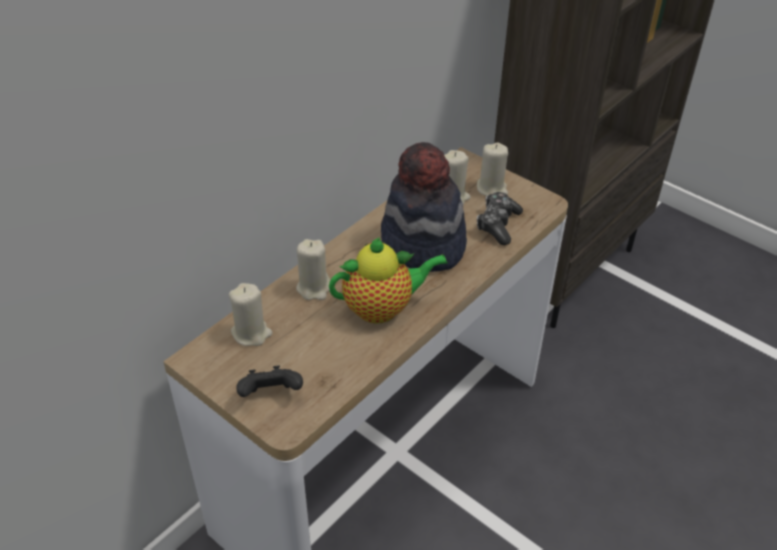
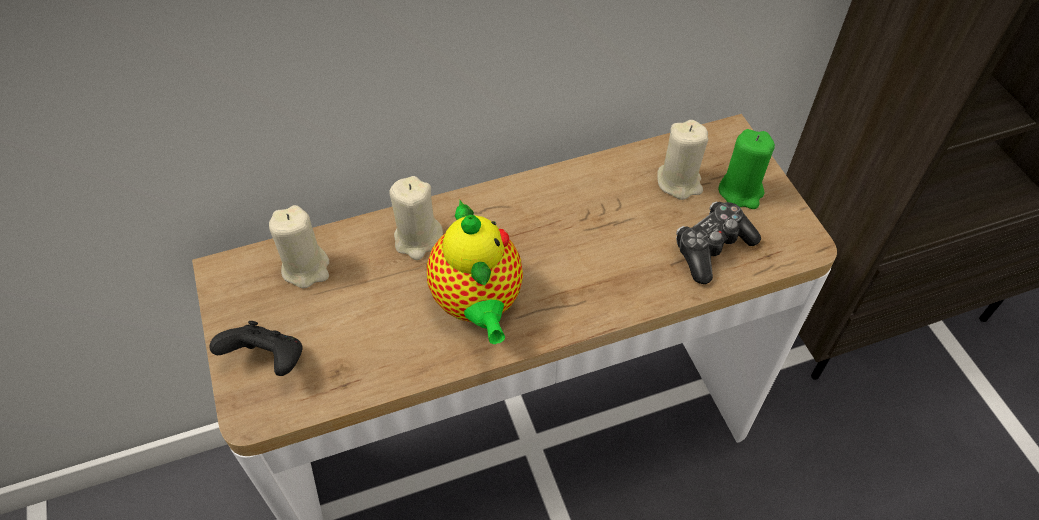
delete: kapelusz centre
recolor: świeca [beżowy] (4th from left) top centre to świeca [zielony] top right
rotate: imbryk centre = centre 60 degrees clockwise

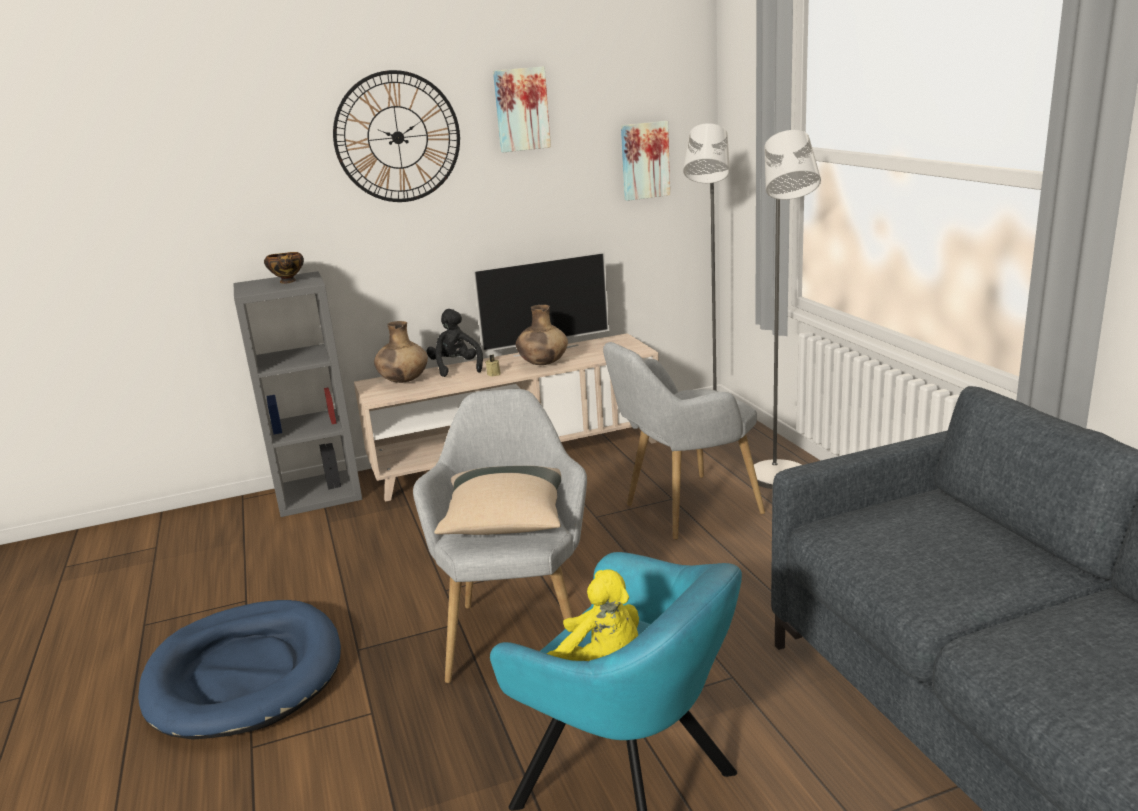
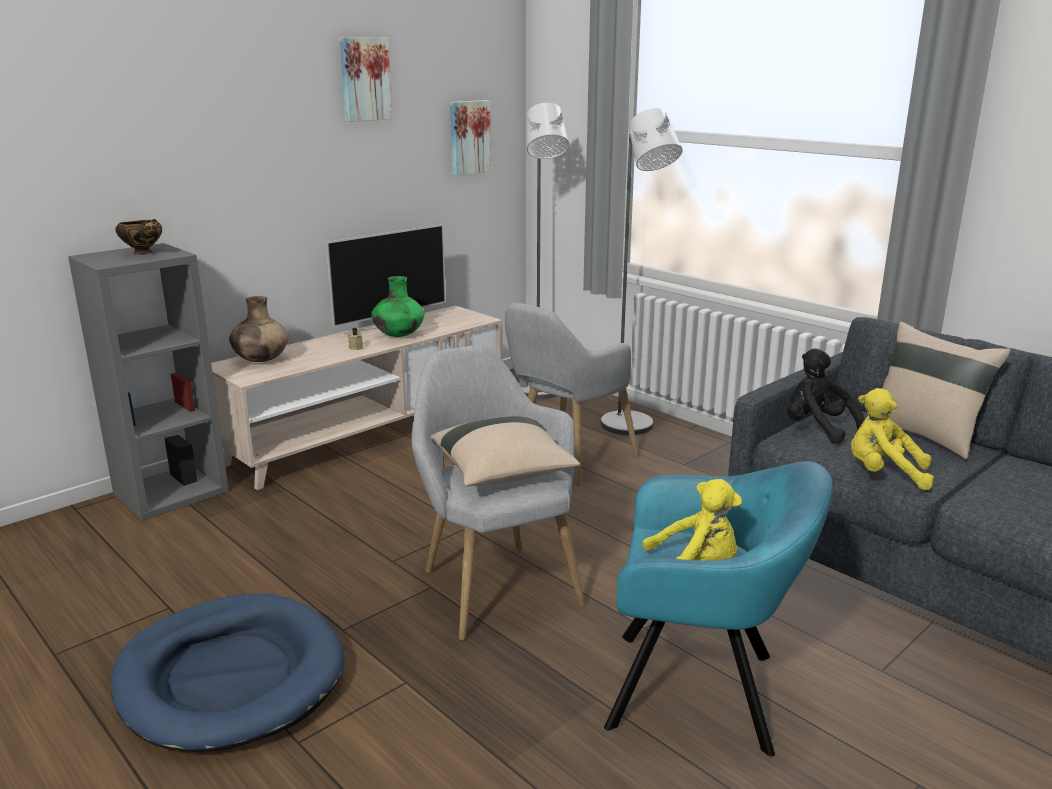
delete: zegar ścienny top centre
insert: pluszak [żółty] (2nd from left) middle right; poduszka [beżowy] (2nd from left) middle right
move: pluszak [czarny] centre to middle right
recolor: wazon [brązowy] (2nd from left) centre to wazon [zielony] centre

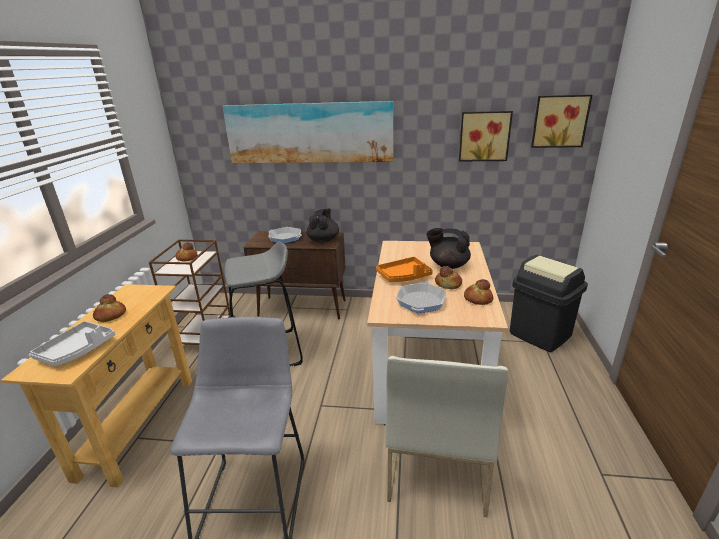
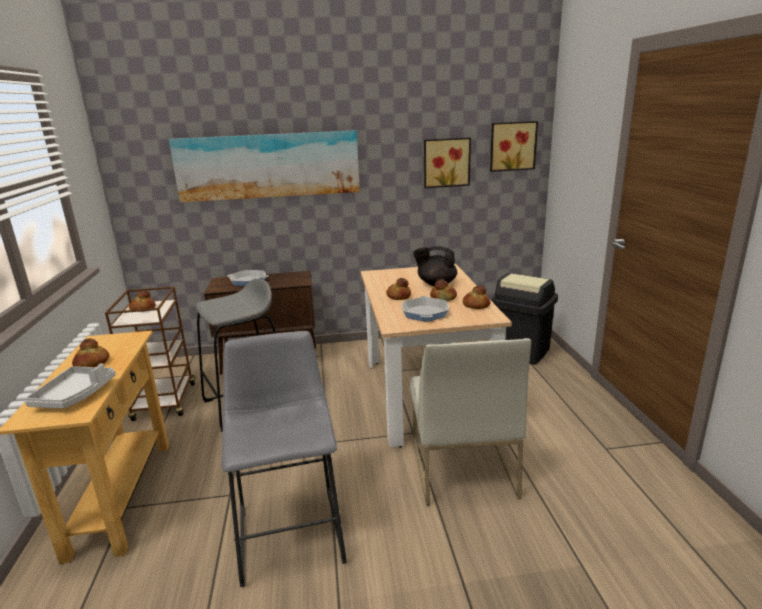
delete: imbryk [czarny] (1st from left) centre
replace: taca [pomarańczowy] centre to chleb (3rd from left) centre

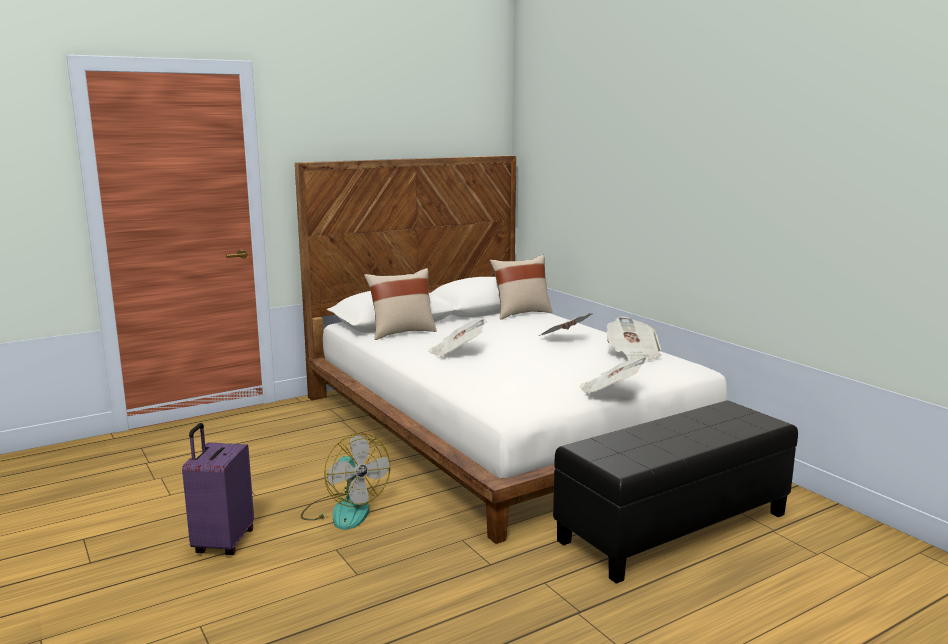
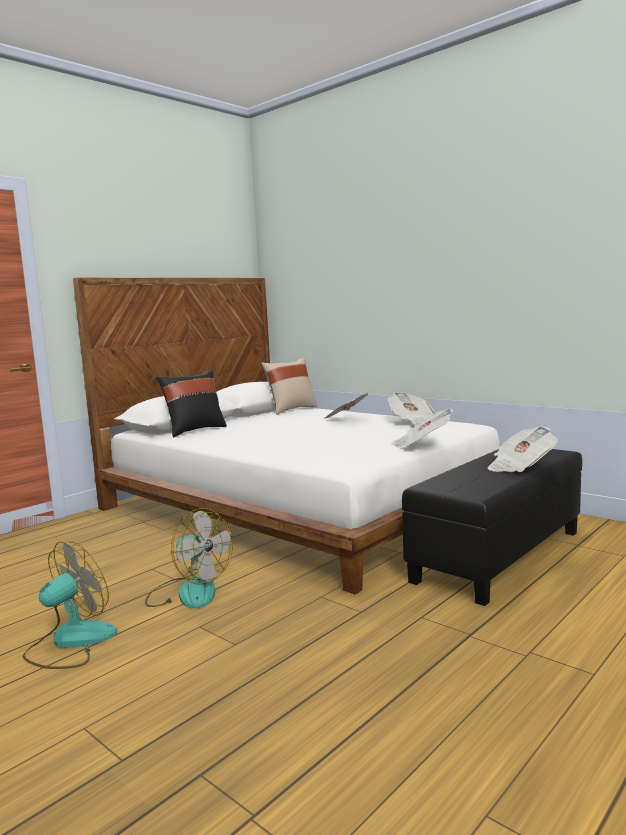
move: gazeta (1st from left in the first image) centre to gazeta (4th from left) middle right
replace: walizka [fioletowy] bottom left to wentylator (1st from left) bottom left
recolor: poduszka [beżowy] (1st from left) centre to poduszka [czarny] middle left

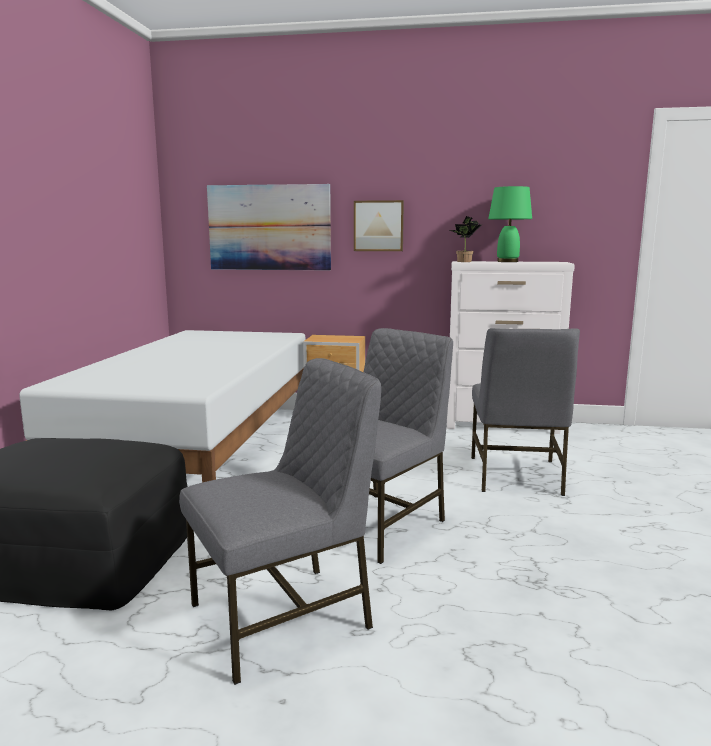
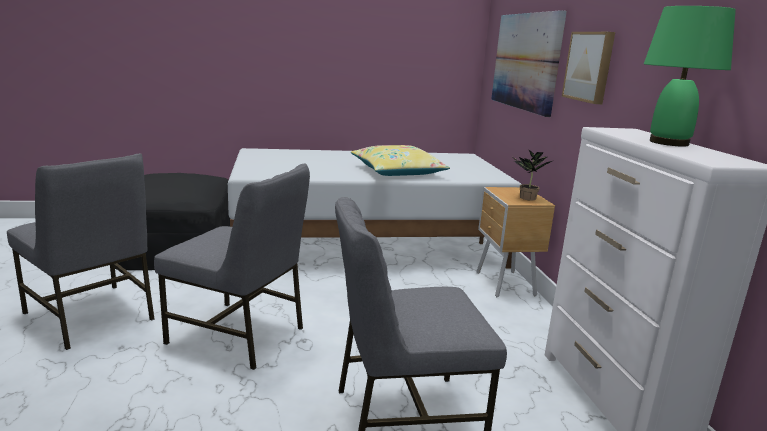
insert: poduszka [żółty] centre
move: roślina doniczkowa top centre to middle right

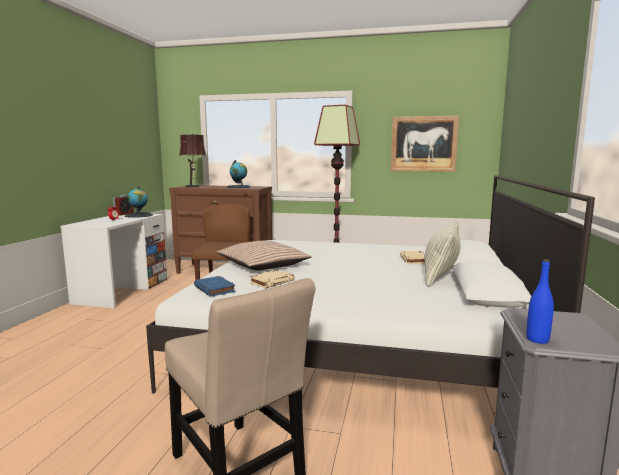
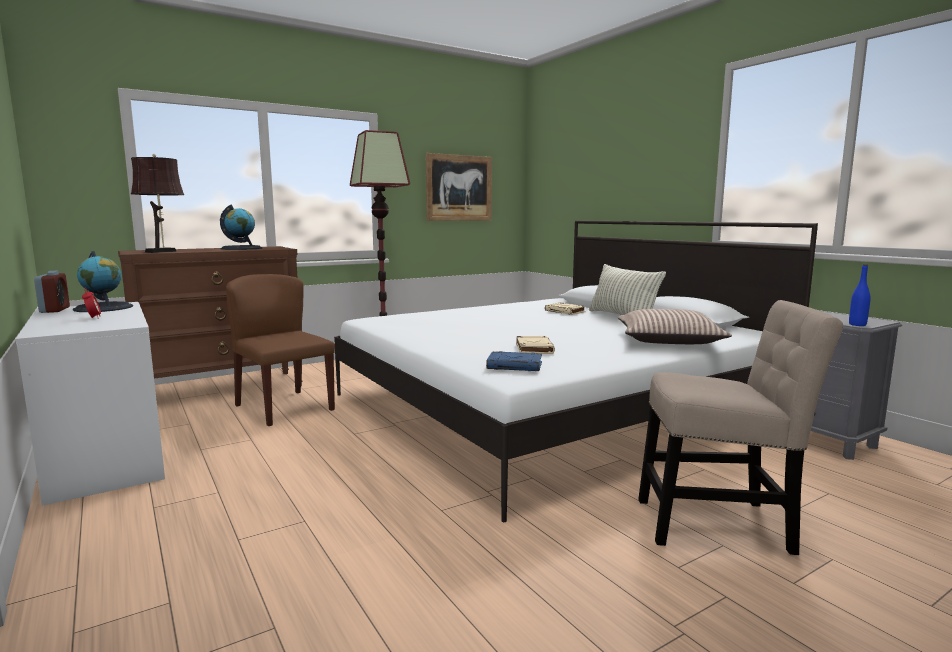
move: poduszka (1st from left in the first image) centre to poduszka (2nd from left) middle right

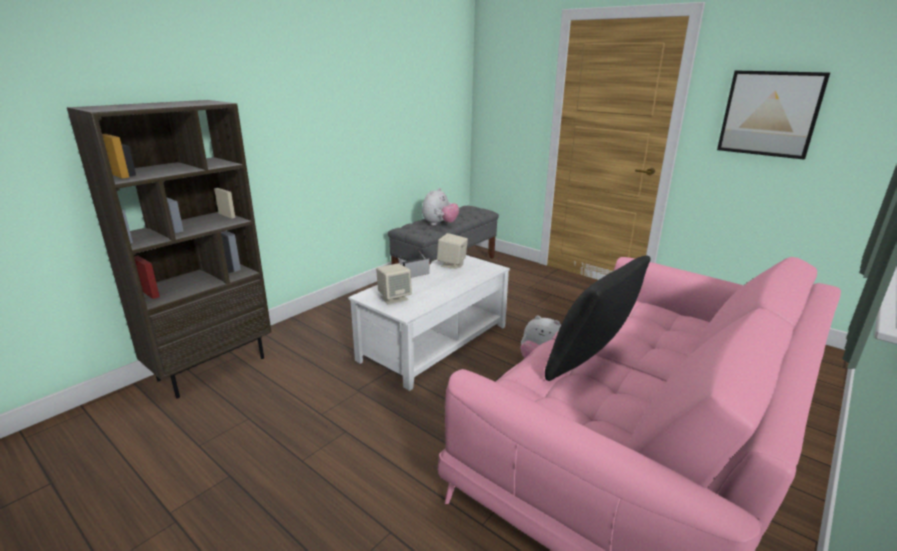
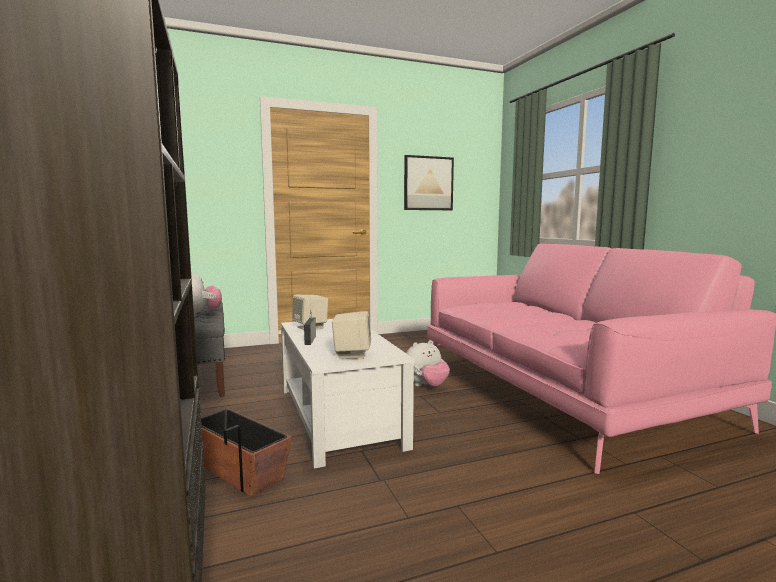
delete: poduszka [czarny] middle right
insert: donica bottom left

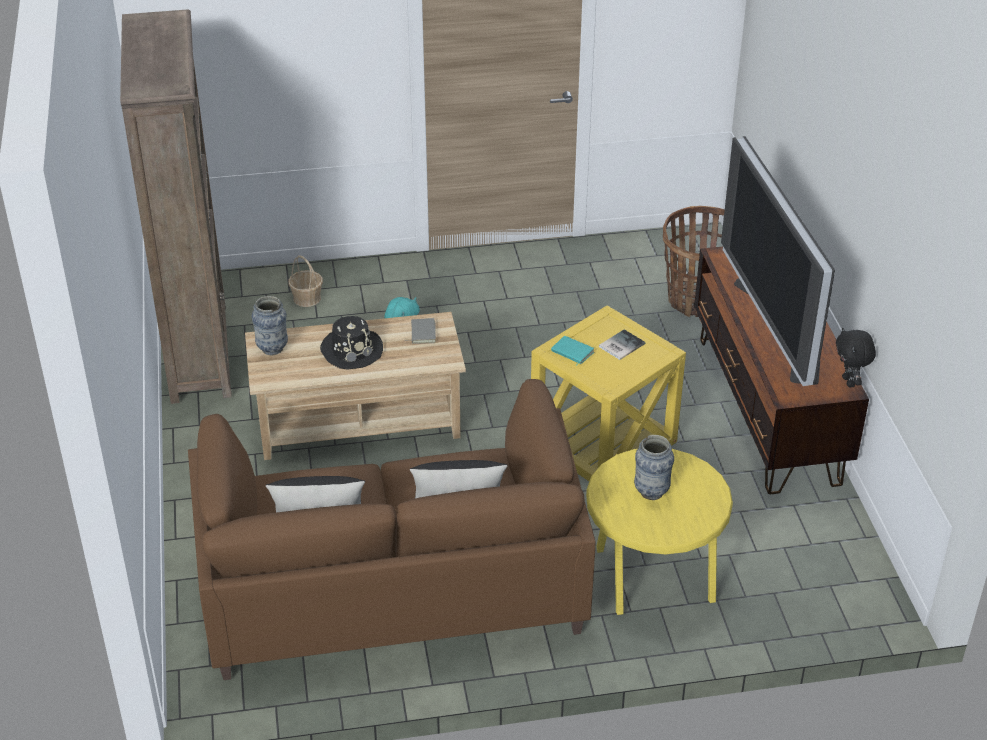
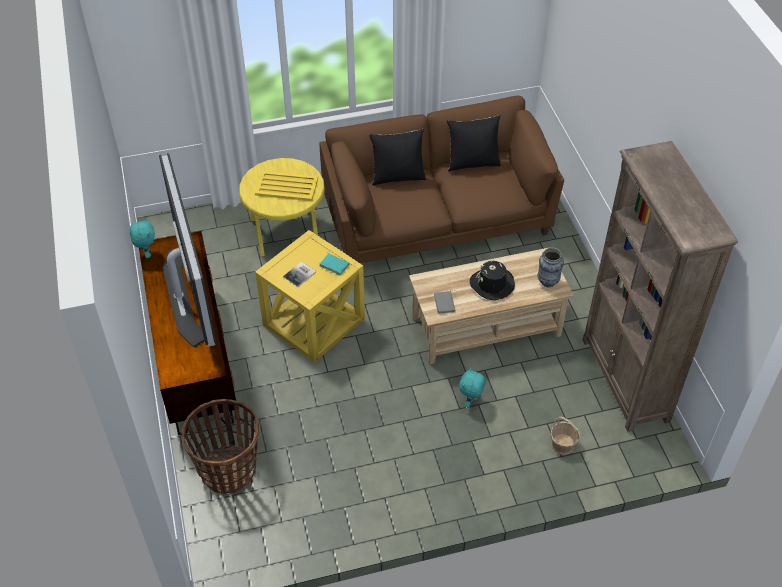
replace: wazon (2nd from left) centre to taca [żółty] top centre
recolor: pluszak [czarny] middle right to pluszak [turkusowy] (1st from left) middle left

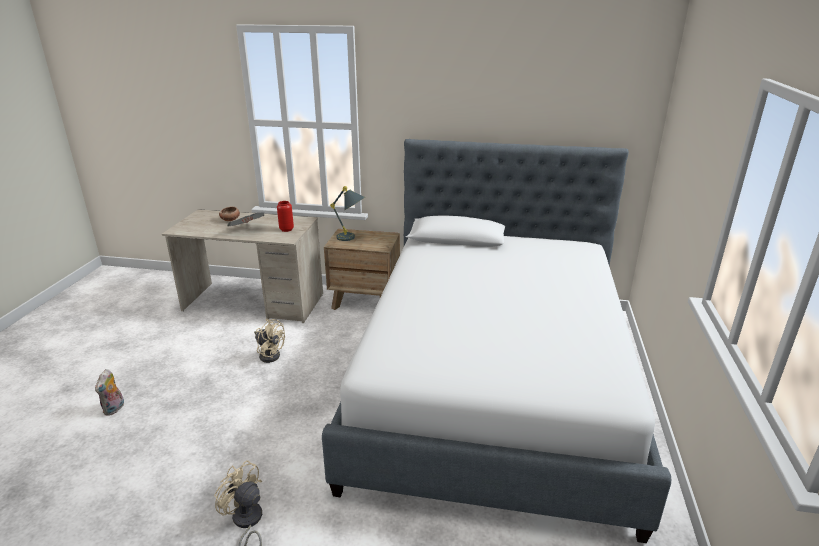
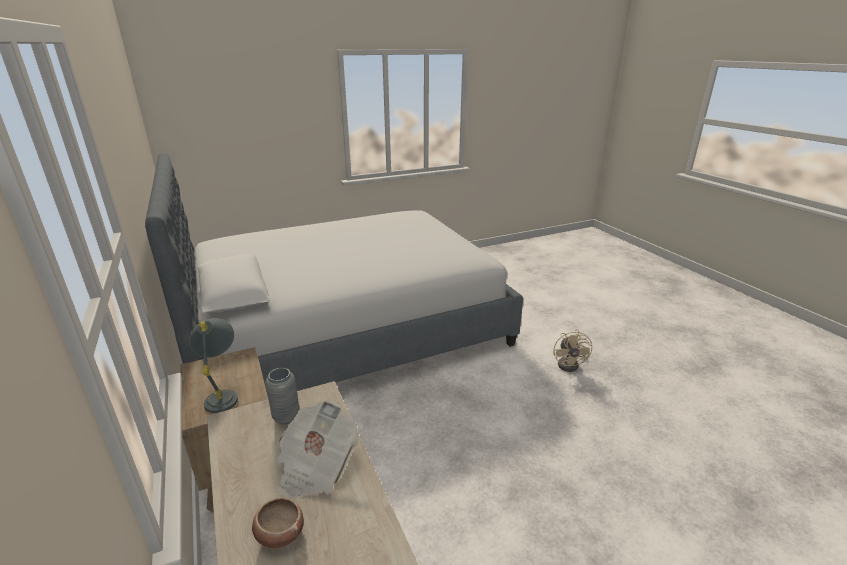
delete: pluszak bottom left; wentylator [beżowy] (2nd from left) middle left
recolor: wazon [czerwony] centre to wazon [szary] bottom left

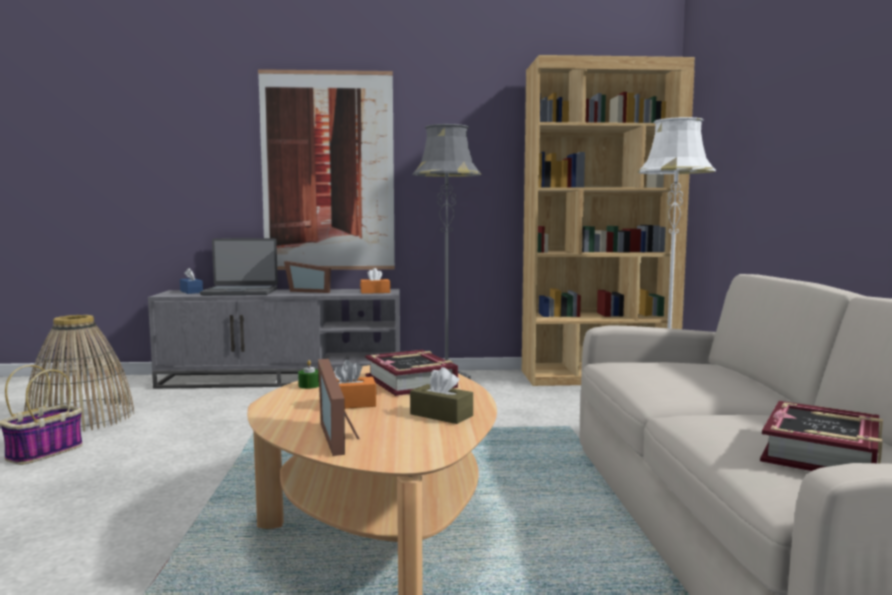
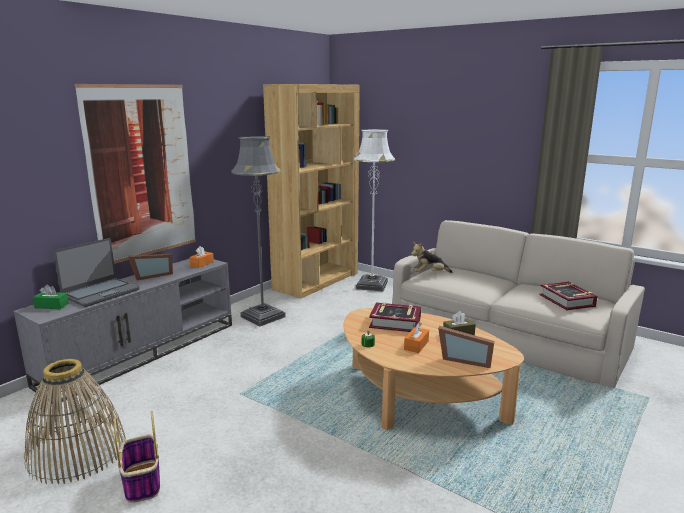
insert: pluszak centre
recolor: pudełko chusteczek [niebieski] middle left to pudełko chusteczek [zielony] middle left

